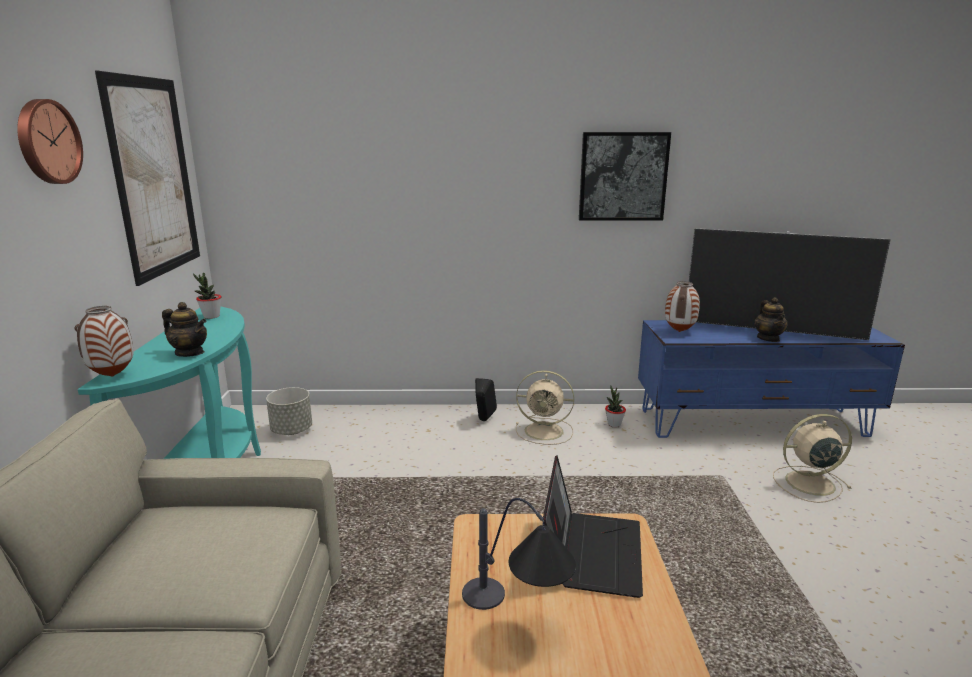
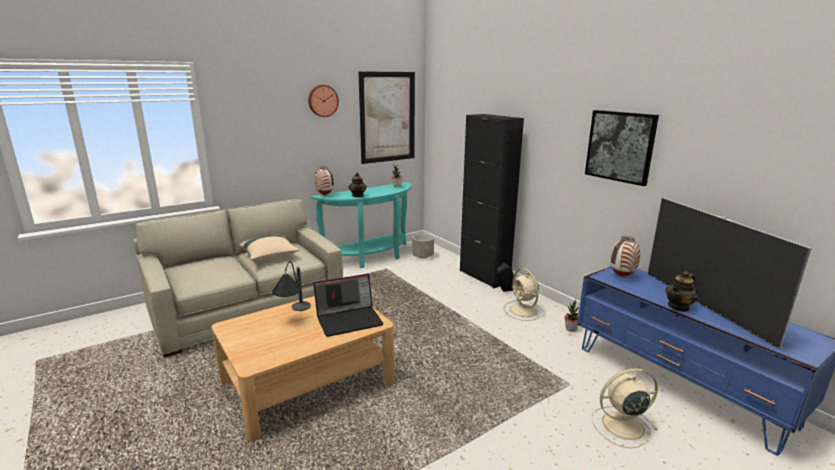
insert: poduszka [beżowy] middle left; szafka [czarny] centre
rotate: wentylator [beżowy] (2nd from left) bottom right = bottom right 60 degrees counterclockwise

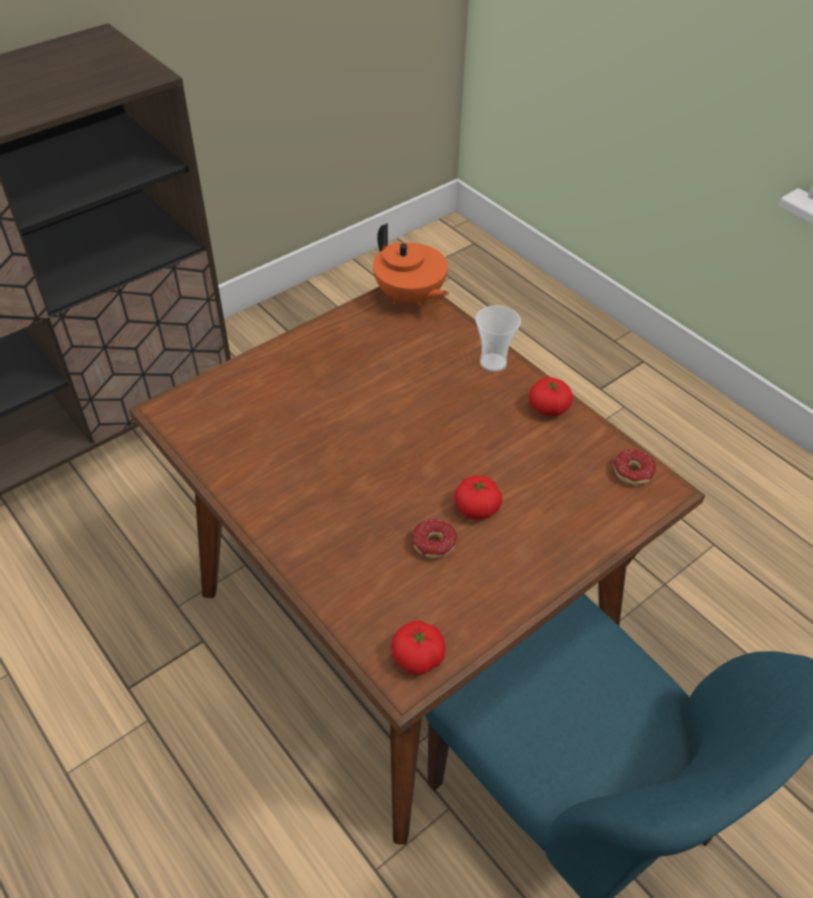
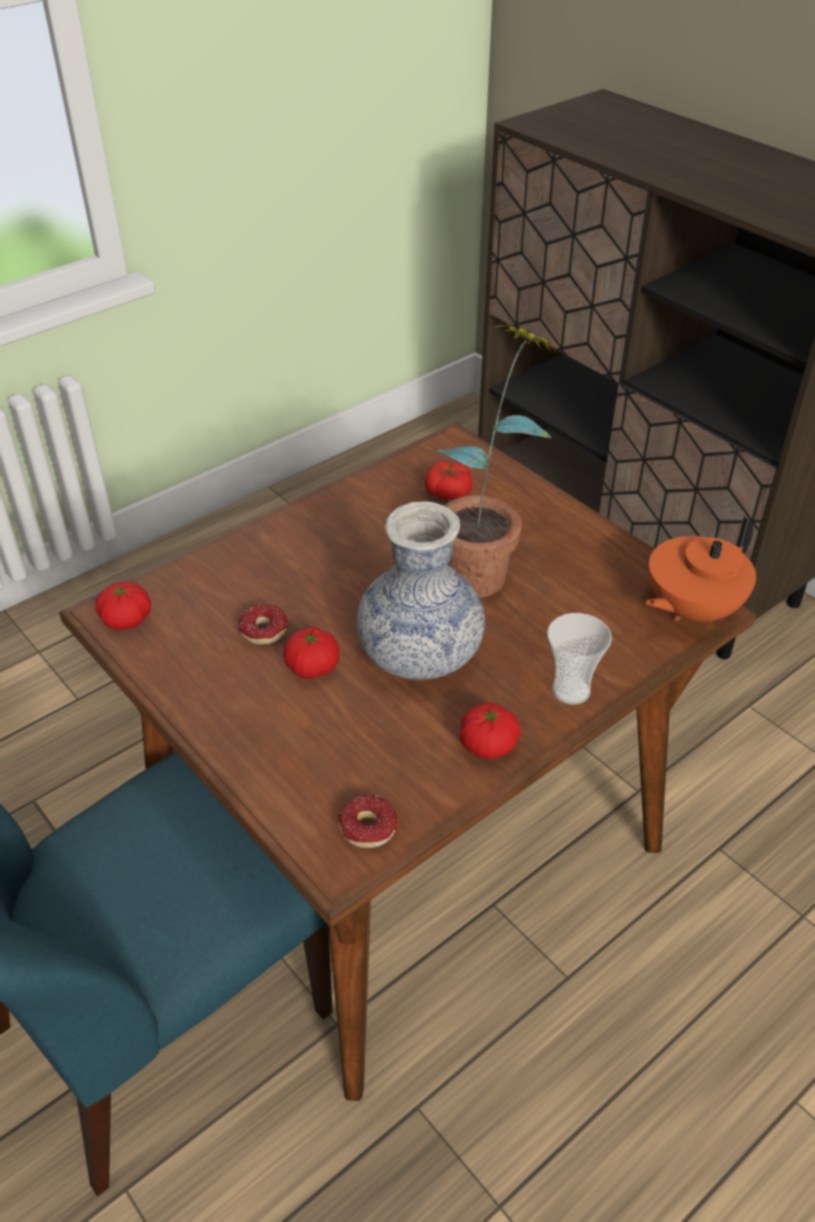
insert: wazon centre; pomidor (3rd from left) centre; roślina doniczkowa centre

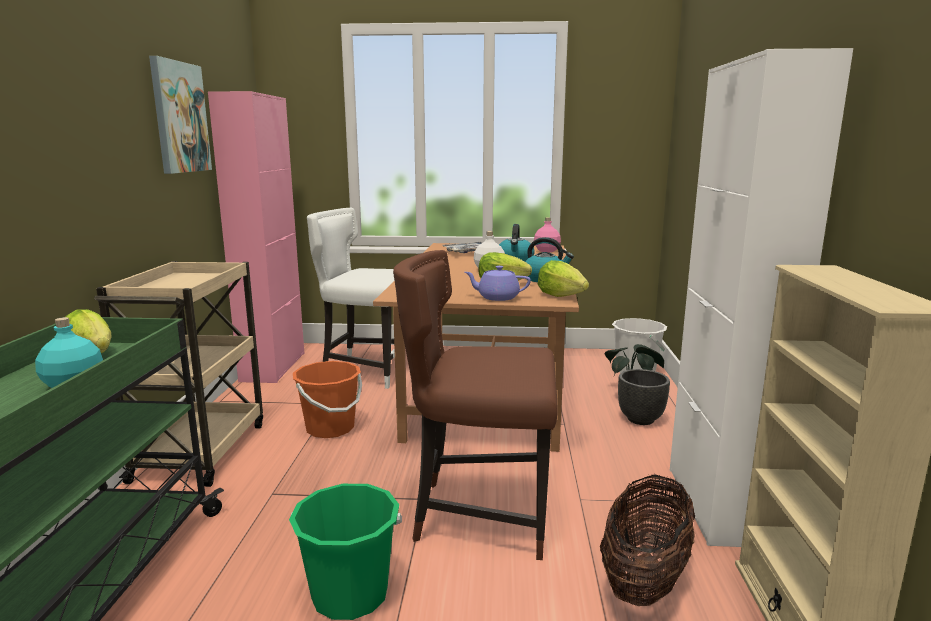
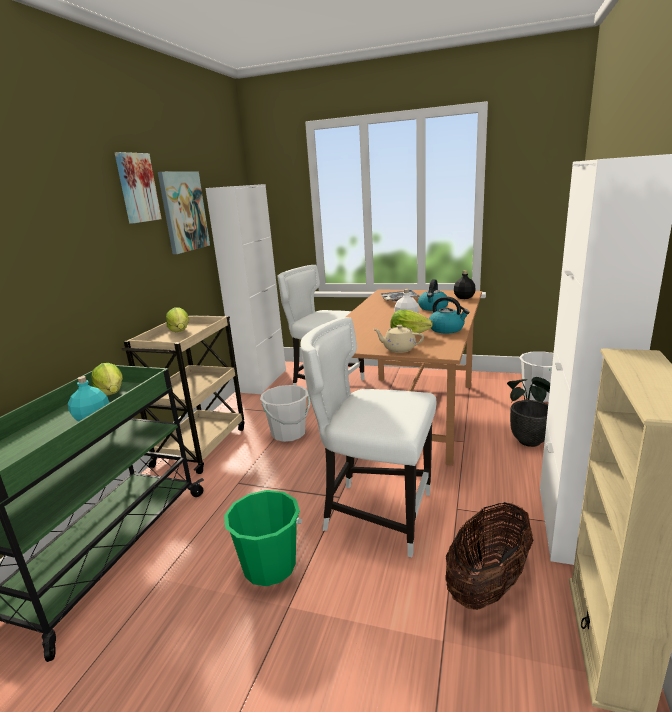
insert: obraz (1st from left) top left
move: sałata (3rd from left in the first image) centre to sałata (2nd from left) middle left
recolor: szafka [różowy] middle left to szafka [biały] (1st from left) centre; wiadro [pomarańczowy] centre to wiadro [biały] (1st from left) centre; krzesło [brązowy] centre to krzesło [biały] (2nd from left) centre; imbryk [fioletowy] centre to imbryk [beżowy] centre; butelka [różowy] centre to butelka [czarny] middle right

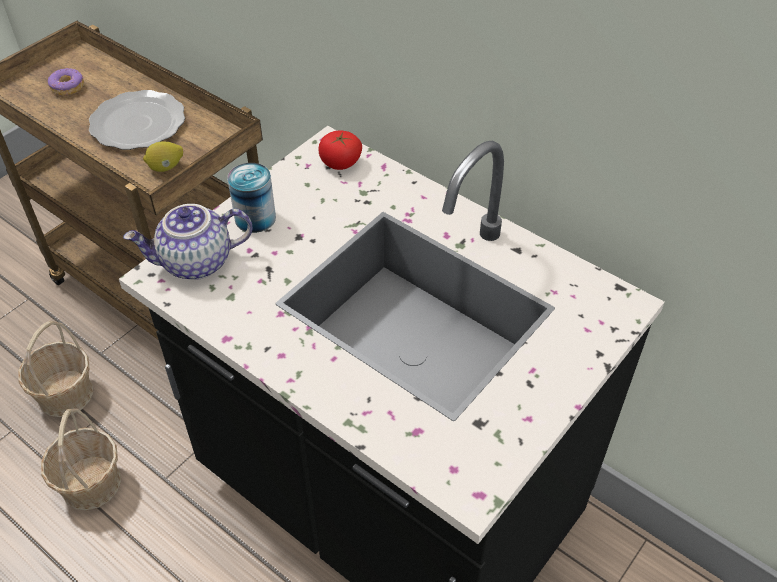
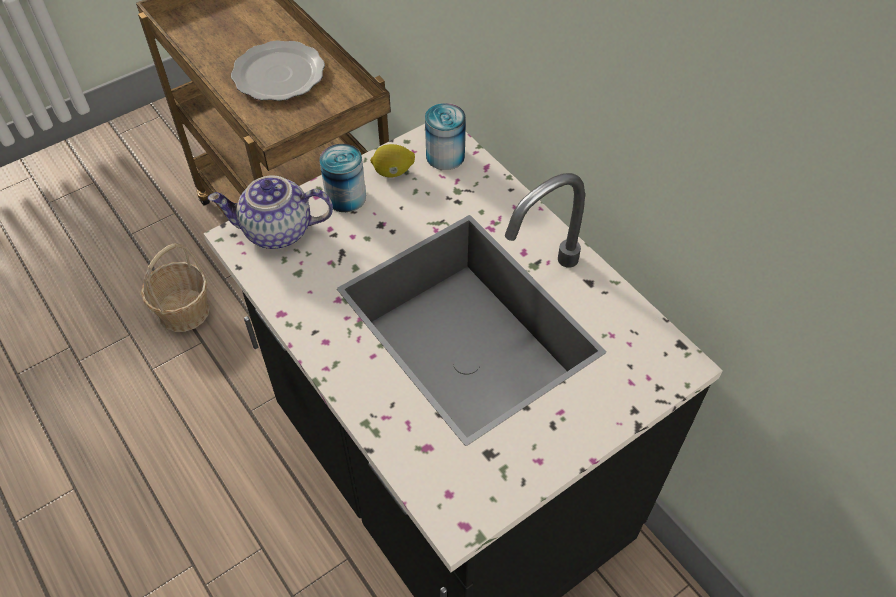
delete: koszyk (2nd from left) bottom left; donut top left
move: cytryna top left to top centre
replace: pomidor top centre to puszka (2nd from left) top centre

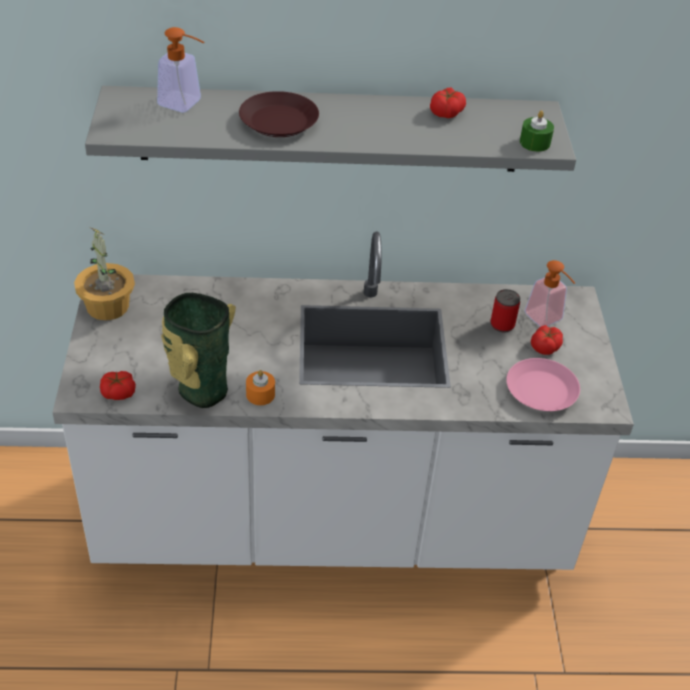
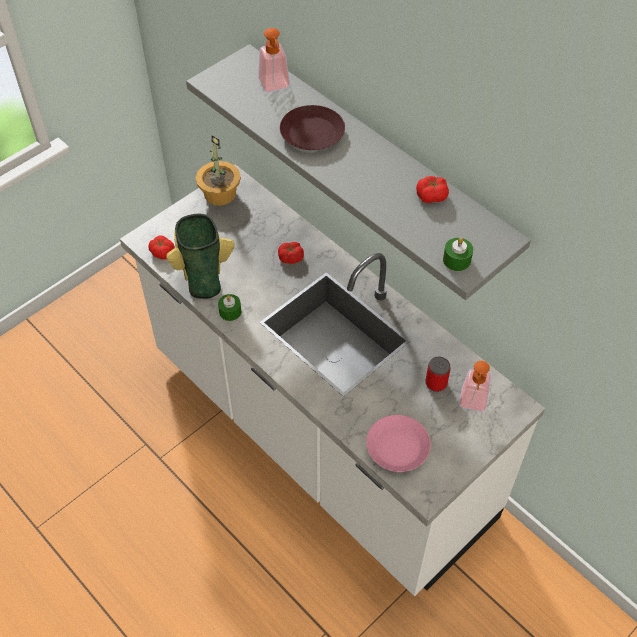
move: pomidor (3rd from left in the first image) middle right to pomidor (2nd from left) centre
recolor: świeca [pomarańczowy] centre to świeca [zielony] (1st from left) centre

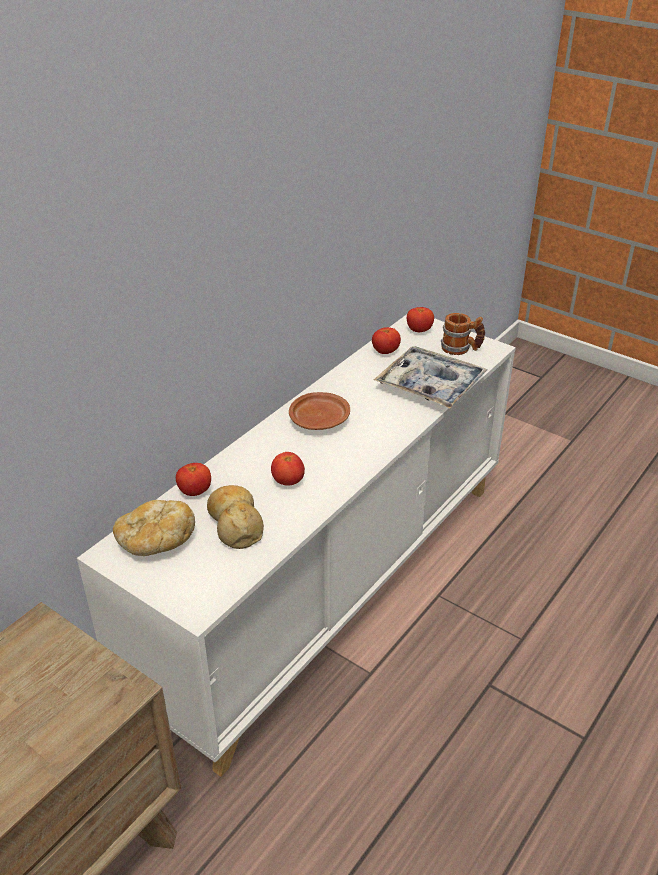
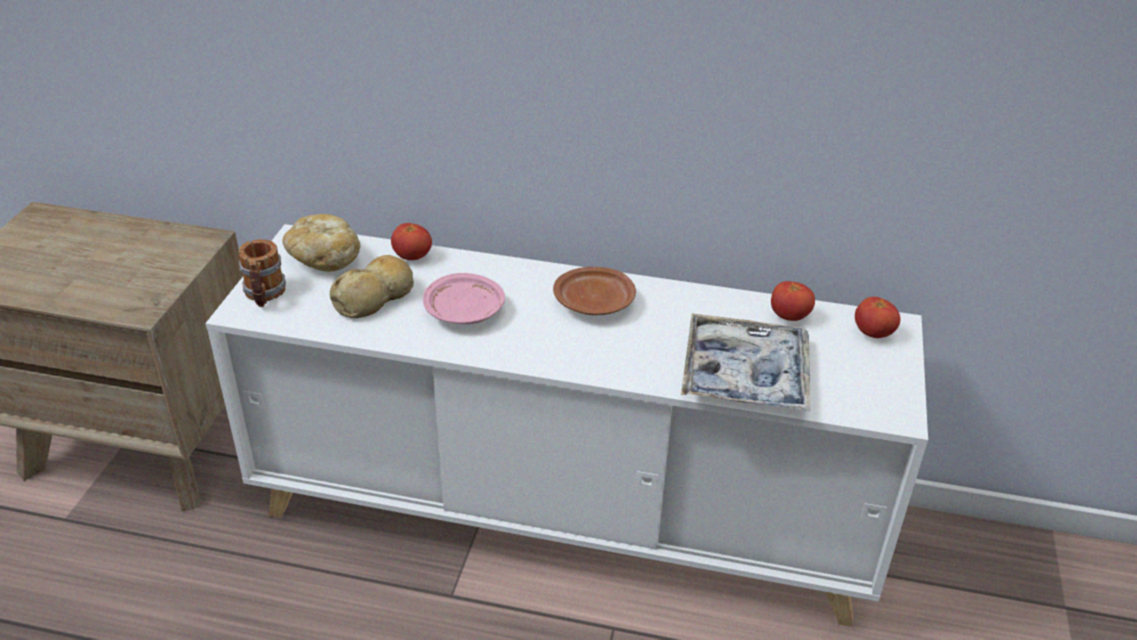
move: kubek middle right to middle left
replace: pomidor (2nd from left) centre to talerz [różowy] centre

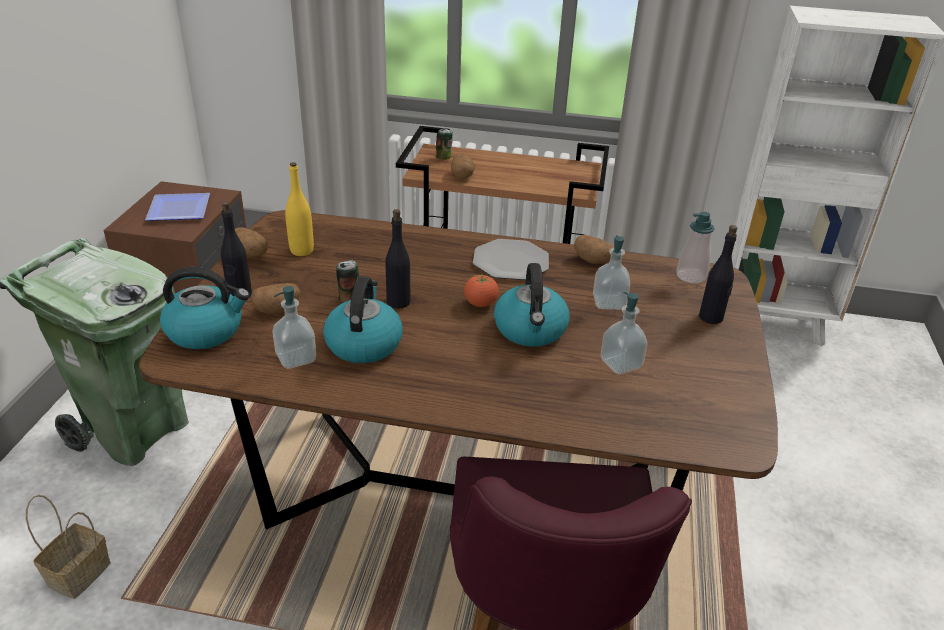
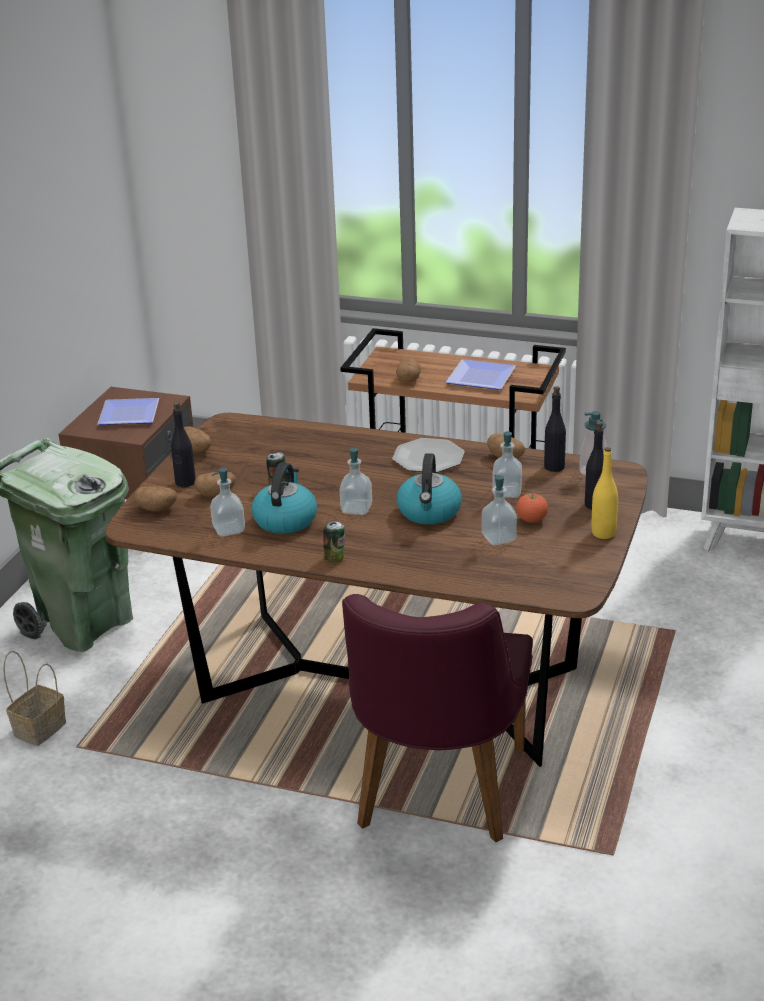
insert: dozownik mydła (2nd from left) centre; talerz (3rd from left) centre
move: butelka [żółty] top left to middle right; butelka [czarny] (2nd from left) centre to middle right; puszka (2nd from left) top centre to centre; pomidor centre to middle right
replace: czajnik (1st from left) middle left to ziemniak (1st from left) middle left

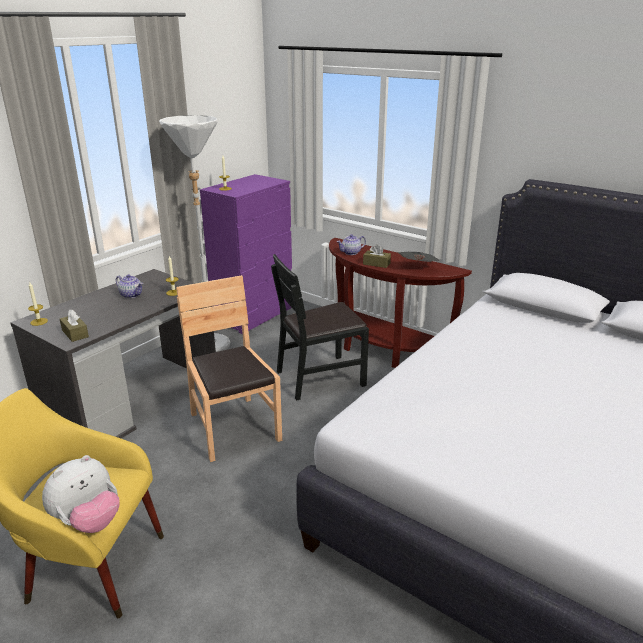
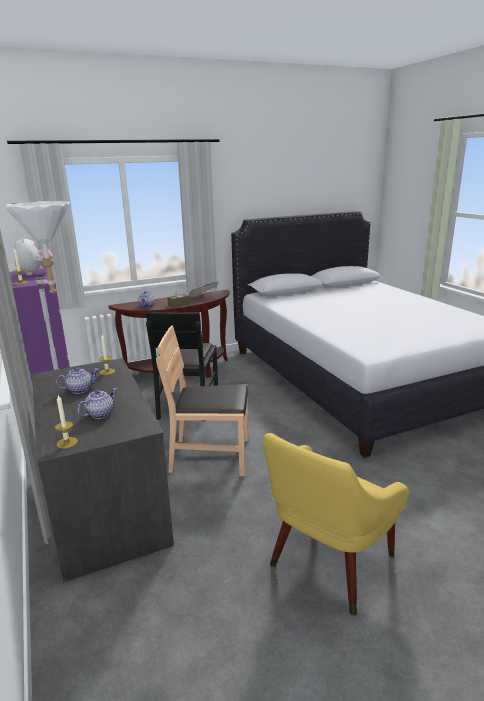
delete: pudełko chusteczek [brązowy] (1st from left) middle left
insert: imbryk (2nd from left) middle left
move: pluszak bottom left to middle left

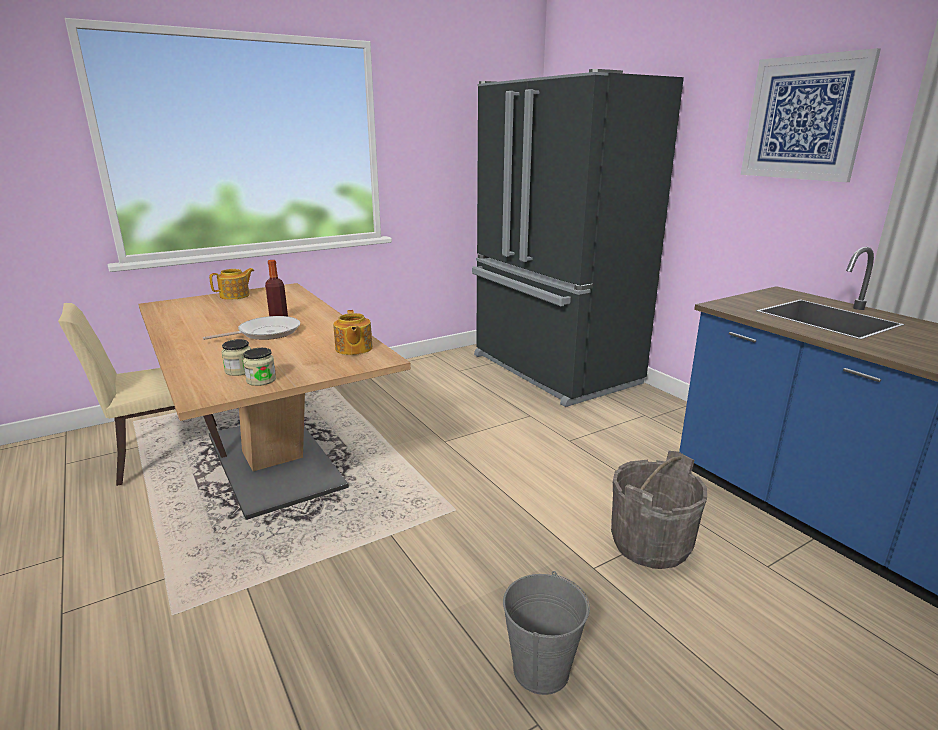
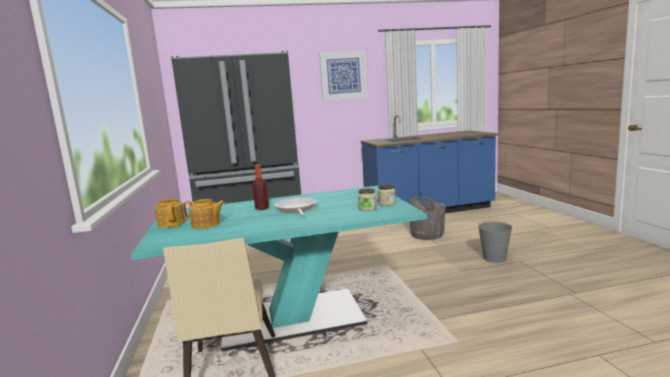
move: imbryk (2nd from left) centre to middle left
recolor: stół jadalny [brązowy] middle left to stół jadalny [turkusowy] bottom centre

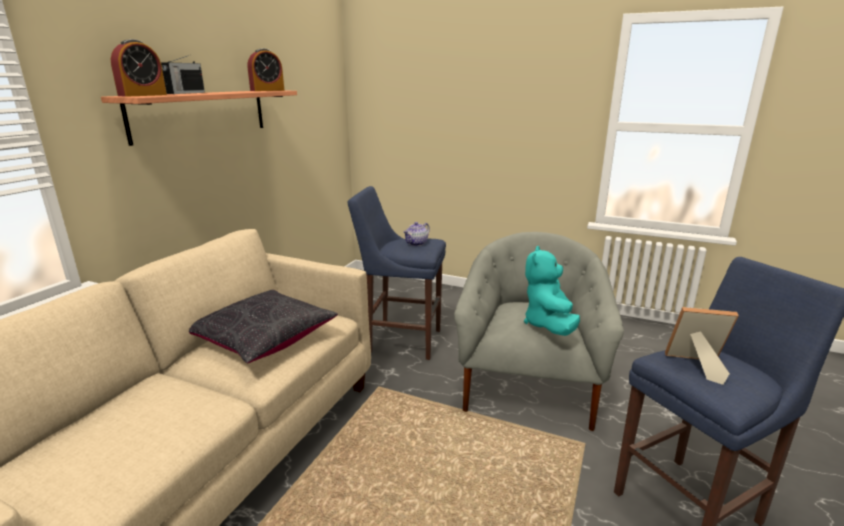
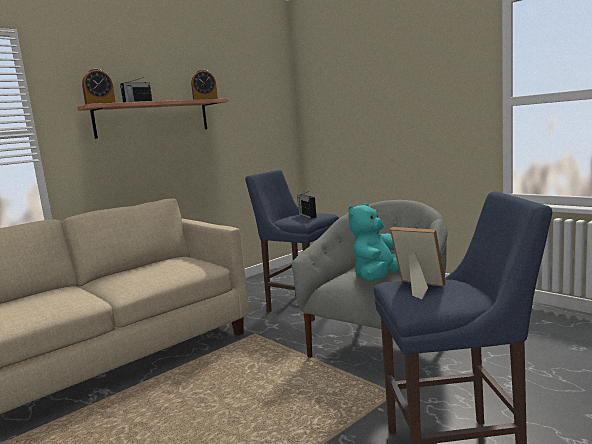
delete: poduszka [czarny] middle left
replace: imbryk centre to radio (2nd from left) centre

